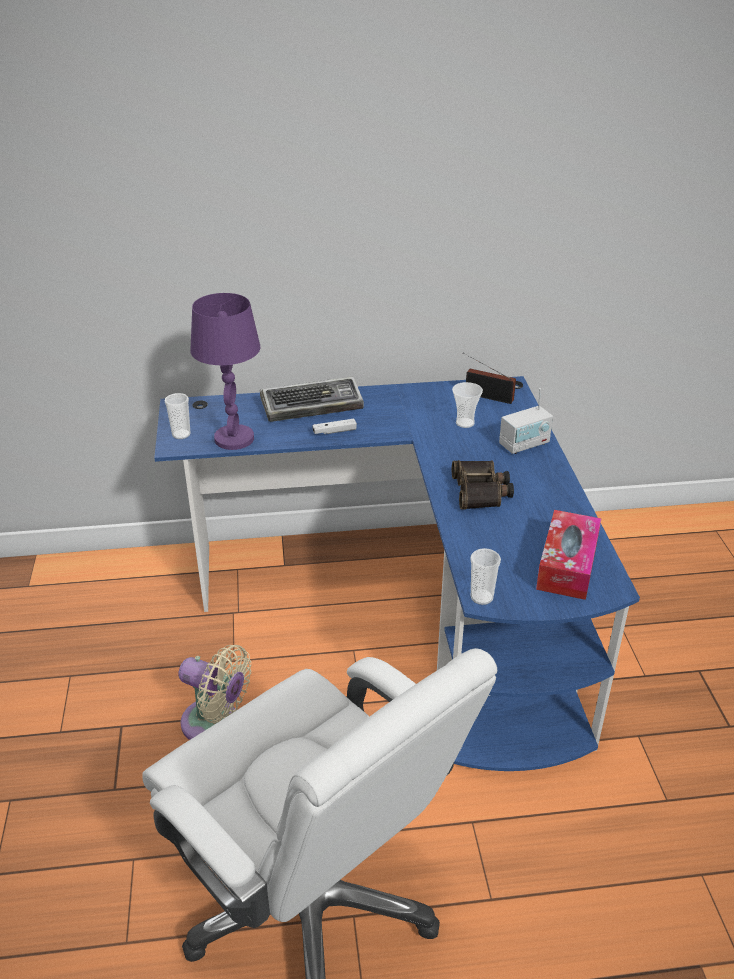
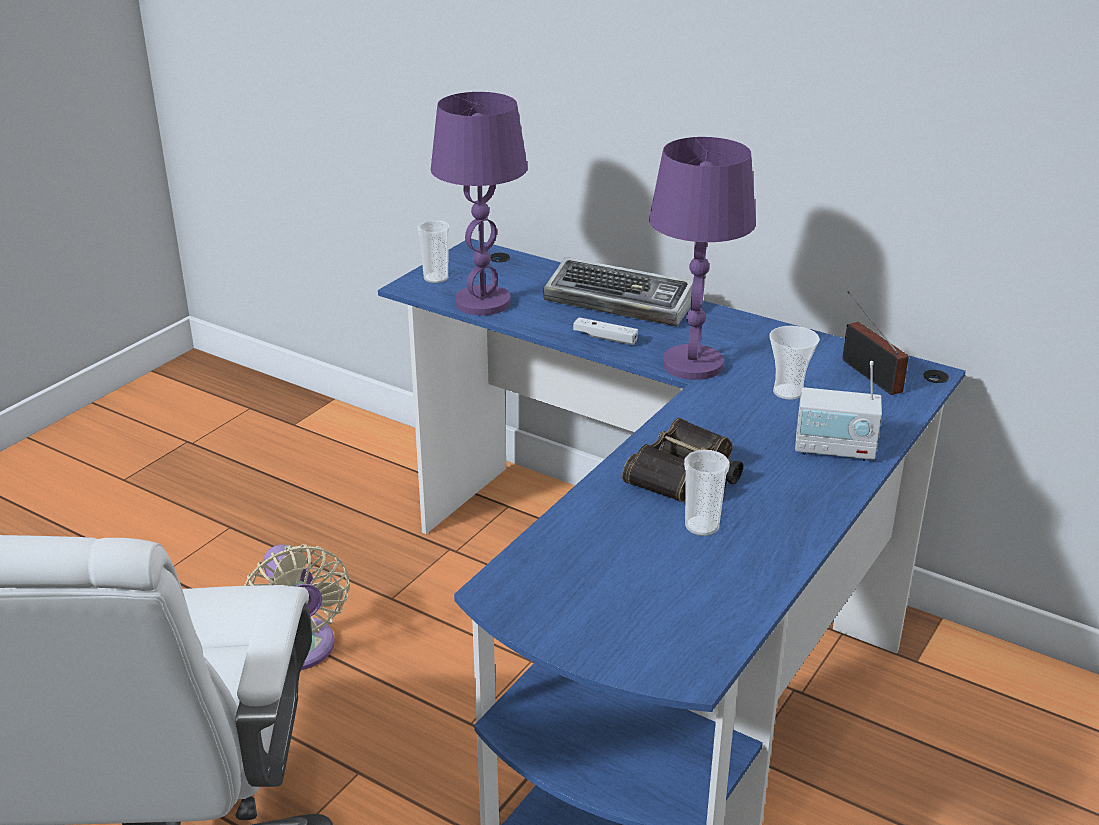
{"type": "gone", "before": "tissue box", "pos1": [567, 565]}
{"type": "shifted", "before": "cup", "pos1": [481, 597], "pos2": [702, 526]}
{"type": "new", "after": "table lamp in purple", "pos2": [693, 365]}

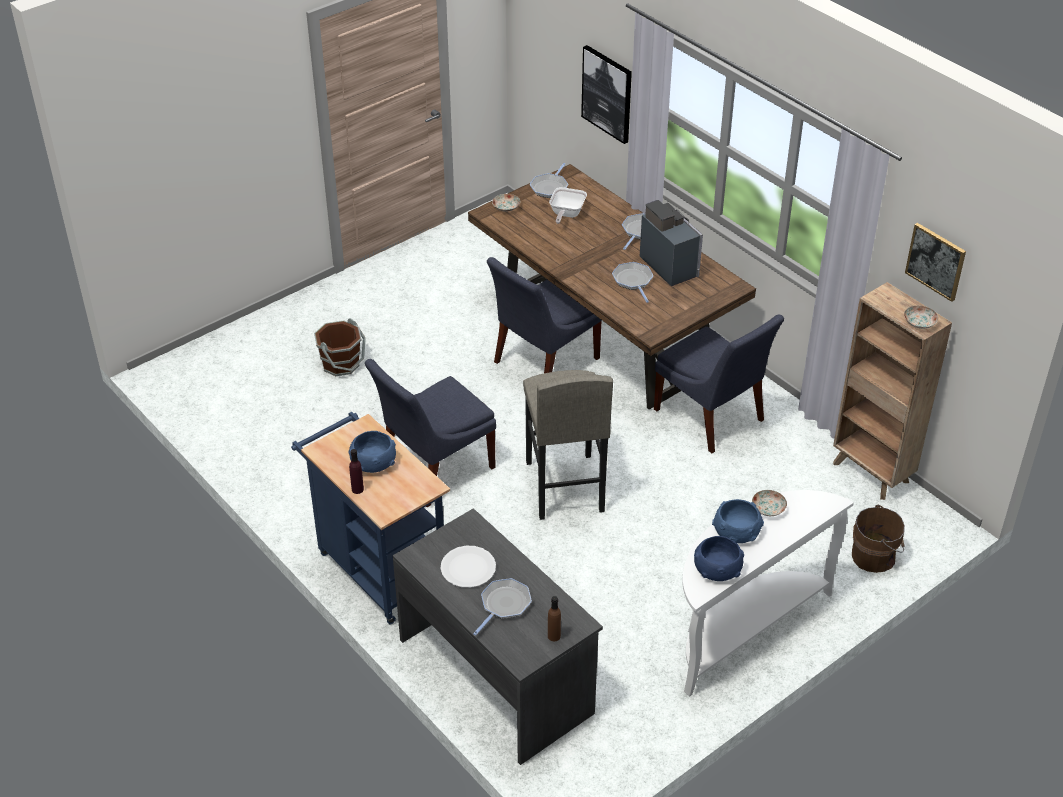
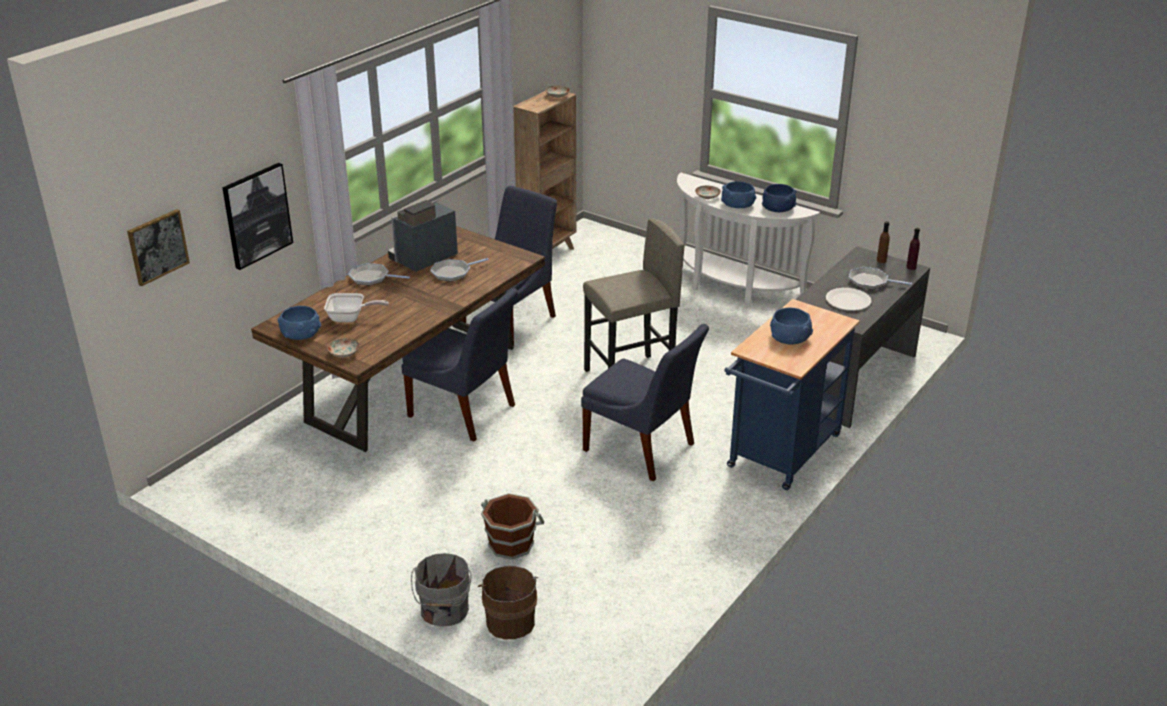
{"type": "swapped", "before": "frying pan", "after": "bowl in blue", "pos1": [550, 187], "pos2": [300, 333]}
{"type": "shifted", "before": "picture", "pos1": [936, 261], "pos2": [157, 246]}
{"type": "shifted", "before": "bottle in purple", "pos1": [357, 489], "pos2": [911, 267]}
{"type": "shifted", "before": "bucket in brown", "pos1": [875, 556], "pos2": [510, 620]}
{"type": "new", "after": "bucket in grey", "pos2": [444, 611]}

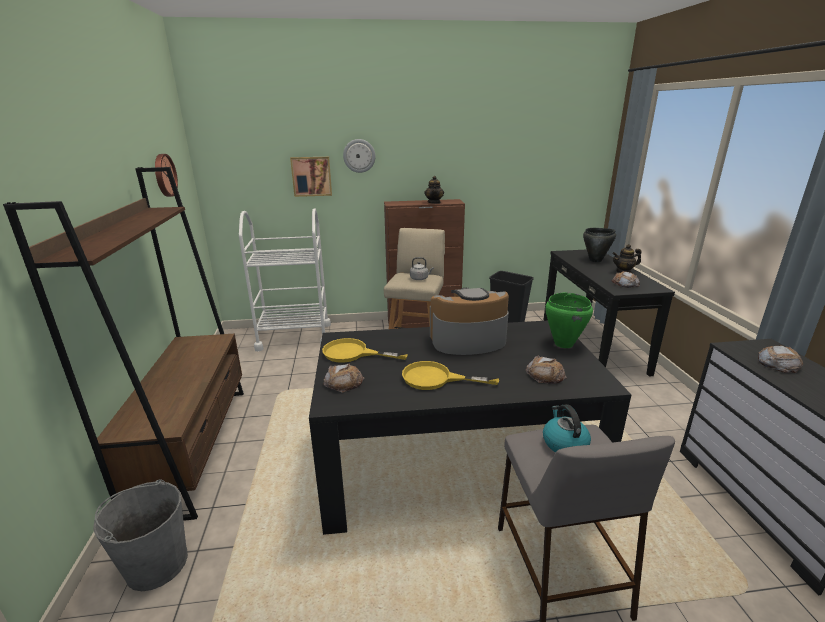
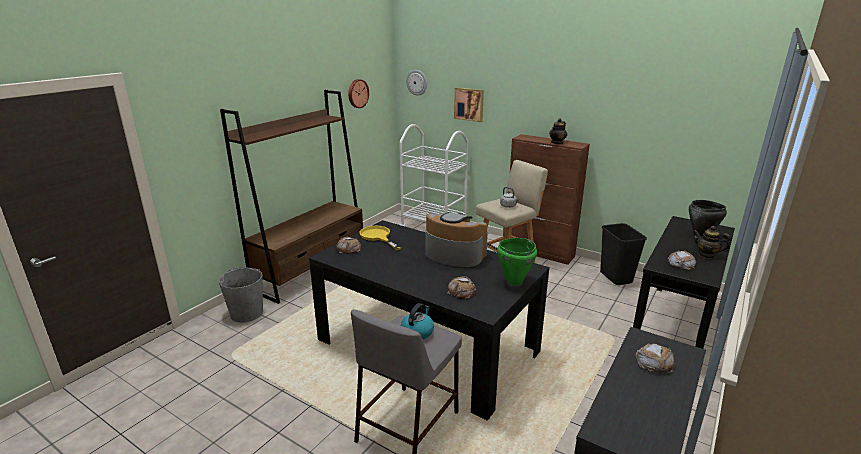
{"type": "shifted", "before": "wall clock", "pos1": [359, 156], "pos2": [417, 82]}
{"type": "gone", "before": "frying pan in yellow", "pos1": [436, 378]}

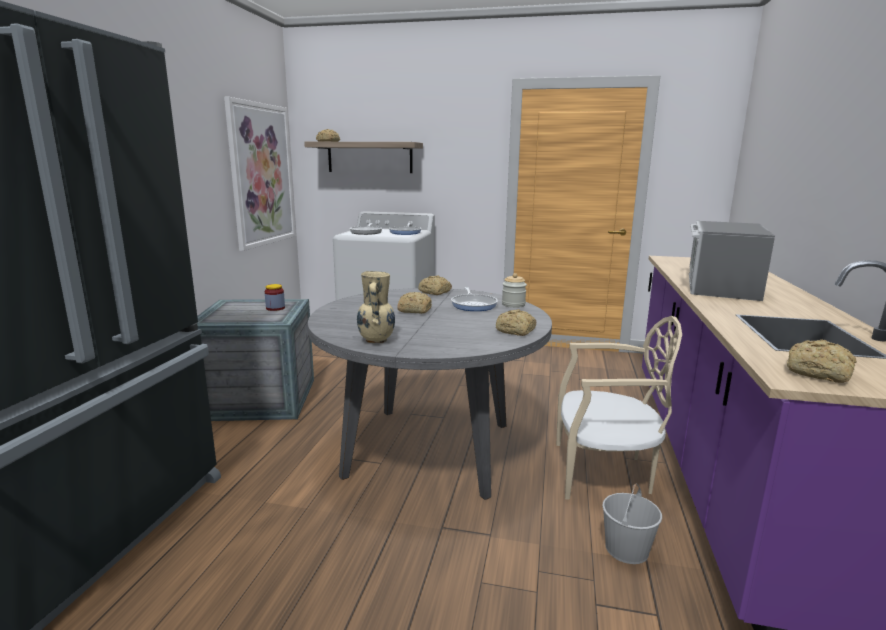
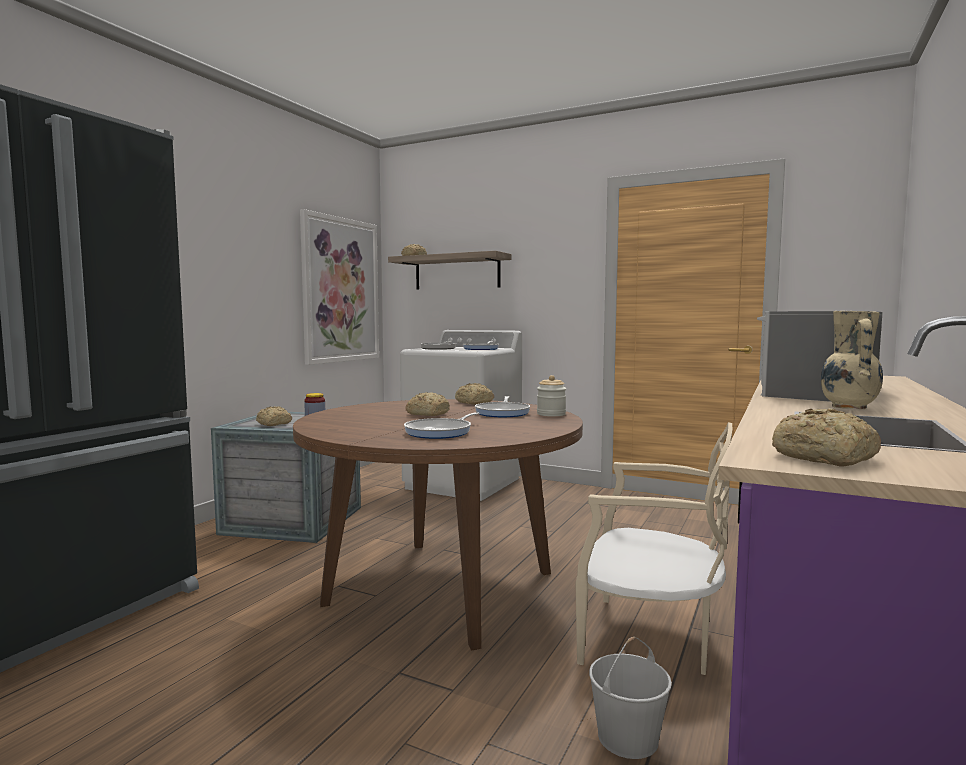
{"type": "shifted", "before": "vase in beige", "pos1": [376, 340], "pos2": [849, 407]}
{"type": "repainted", "before": "dining table in grey", "after": "dining table in brown", "pos1": [430, 449], "pos2": [441, 587]}
{"type": "shifted", "before": "bread", "pos1": [516, 331], "pos2": [273, 424]}
{"type": "new", "after": "frying pan", "pos2": [441, 432]}

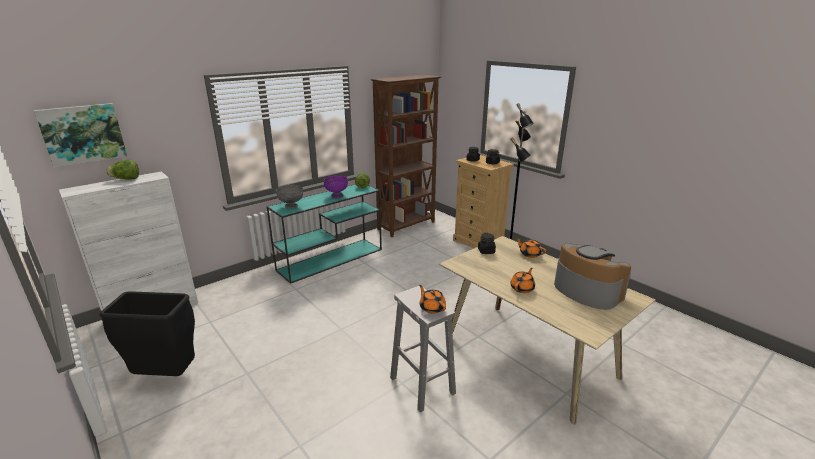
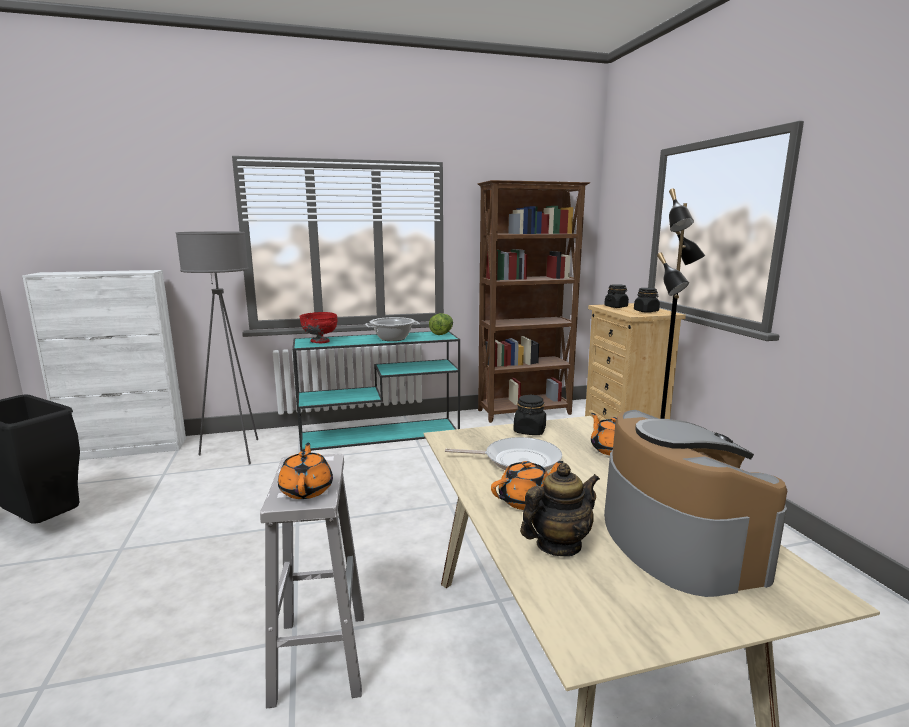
{"type": "gone", "before": "picture", "pos1": [83, 134]}
{"type": "gone", "before": "lettuce", "pos1": [126, 179]}
{"type": "swapped", "before": "bowl in purple", "after": "cooking pot", "pos1": [337, 196], "pos2": [393, 338]}
{"type": "repainted", "before": "bowl in grey", "after": "bowl in red", "pos1": [291, 206], "pos2": [320, 341]}
{"type": "new", "after": "floor lamp in grey", "pos2": [236, 453]}
{"type": "new", "after": "frying pan", "pos2": [517, 460]}
{"type": "new", "after": "teapot", "pos2": [558, 545]}

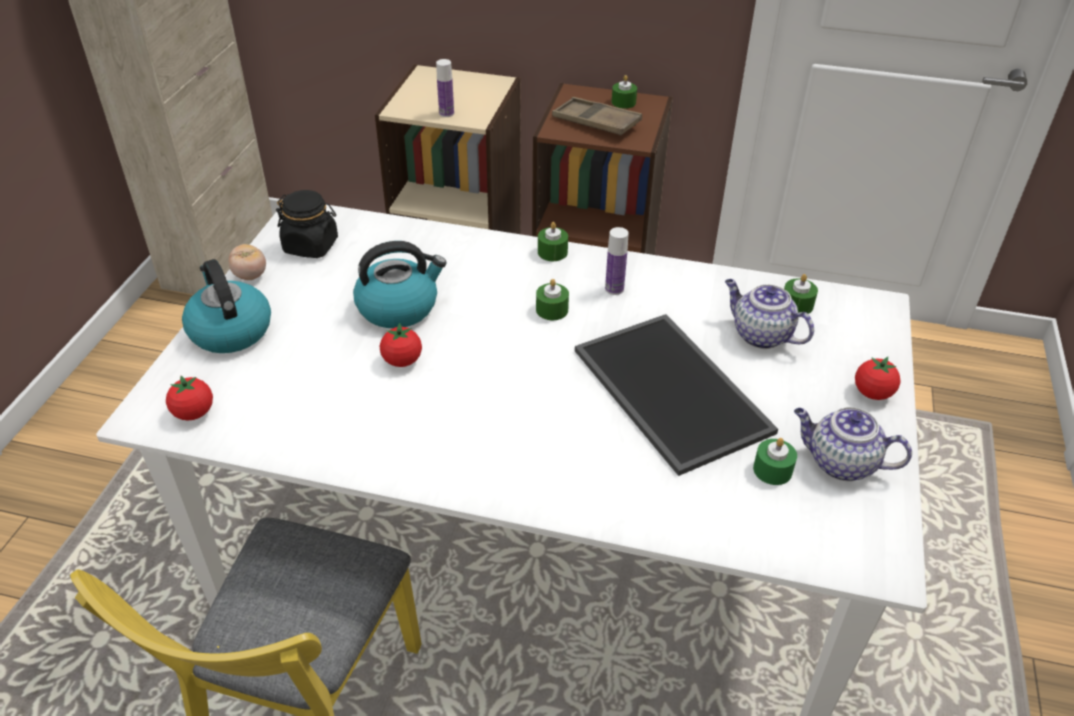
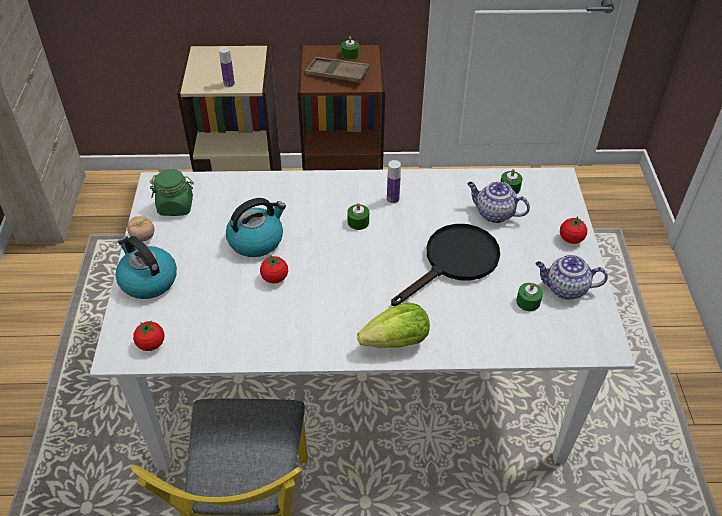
{"type": "repainted", "before": "jar in black", "after": "jar in green", "pos1": [311, 246], "pos2": [176, 206]}
{"type": "gone", "before": "candle in green", "pos1": [552, 252]}
{"type": "swapped", "before": "tray", "after": "frying pan in black", "pos1": [675, 391], "pos2": [454, 262]}
{"type": "new", "after": "lettuce", "pos2": [397, 341]}

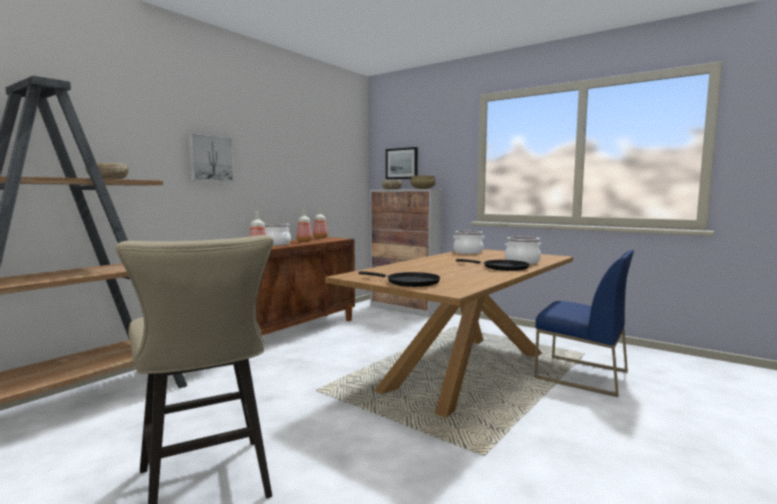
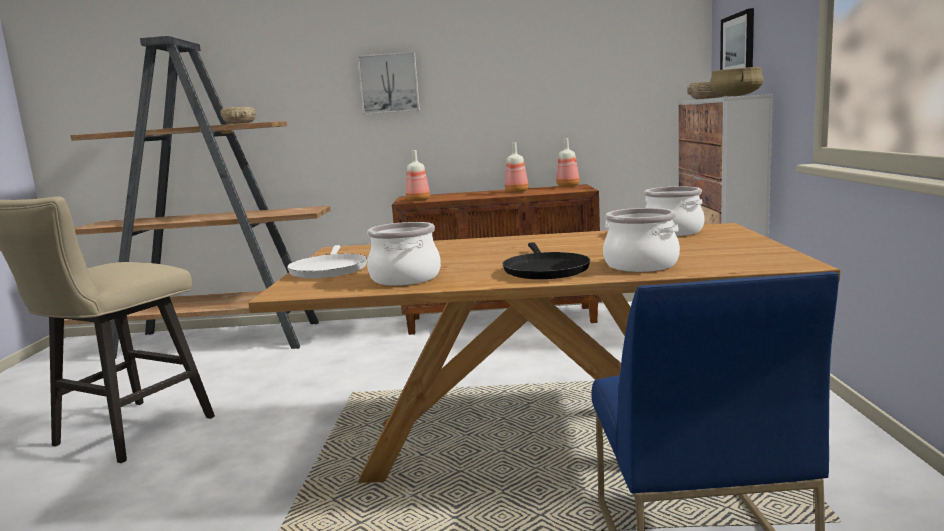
{"type": "shifted", "before": "cooking pot", "pos1": [276, 244], "pos2": [406, 278]}
{"type": "repainted", "before": "frying pan in black", "after": "frying pan in white", "pos1": [409, 282], "pos2": [329, 270]}

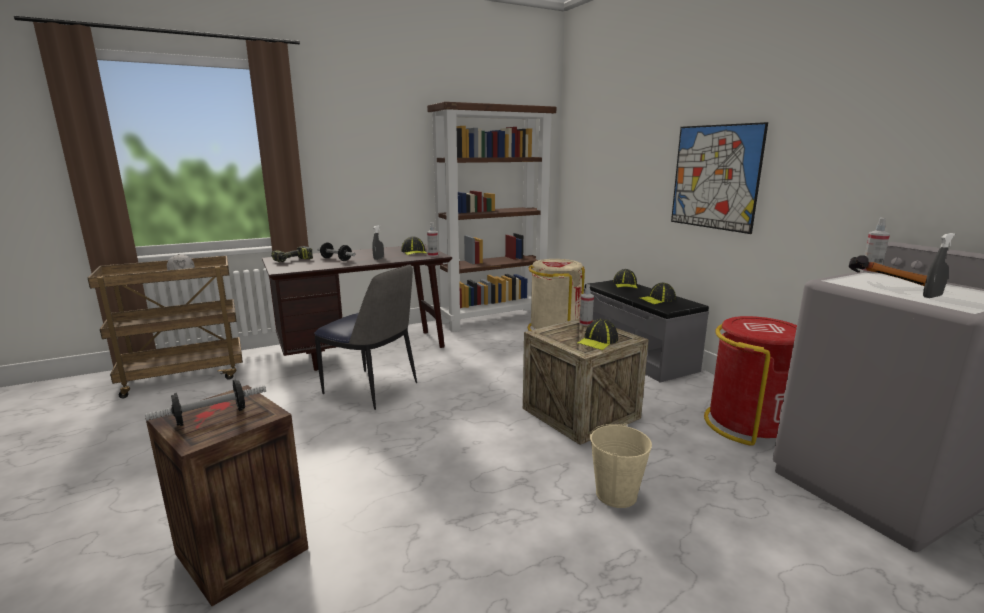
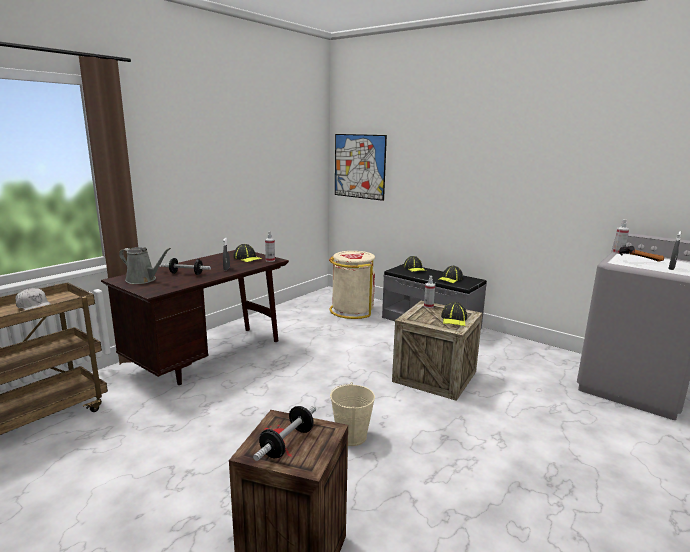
{"type": "gone", "before": "bookcase in brown", "pos1": [493, 318]}
{"type": "shifted", "before": "picture", "pos1": [715, 177], "pos2": [359, 166]}
{"type": "swapped", "before": "power drill", "after": "watering can in grey", "pos1": [292, 261], "pos2": [143, 280]}
{"type": "gone", "before": "chair", "pos1": [372, 389]}
{"type": "gone", "before": "trash can in red", "pos1": [747, 424]}
{"type": "shifted", "before": "bucket in beige", "pos1": [616, 494], "pos2": [351, 436]}

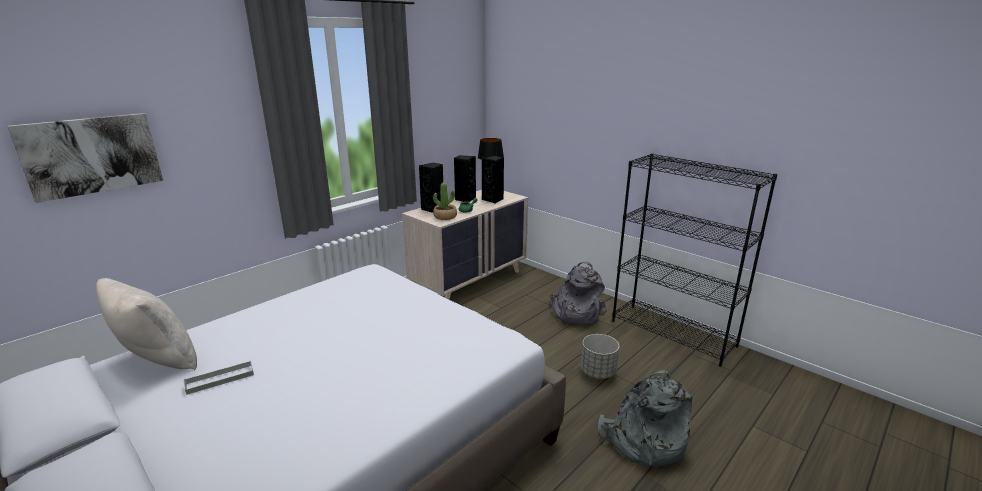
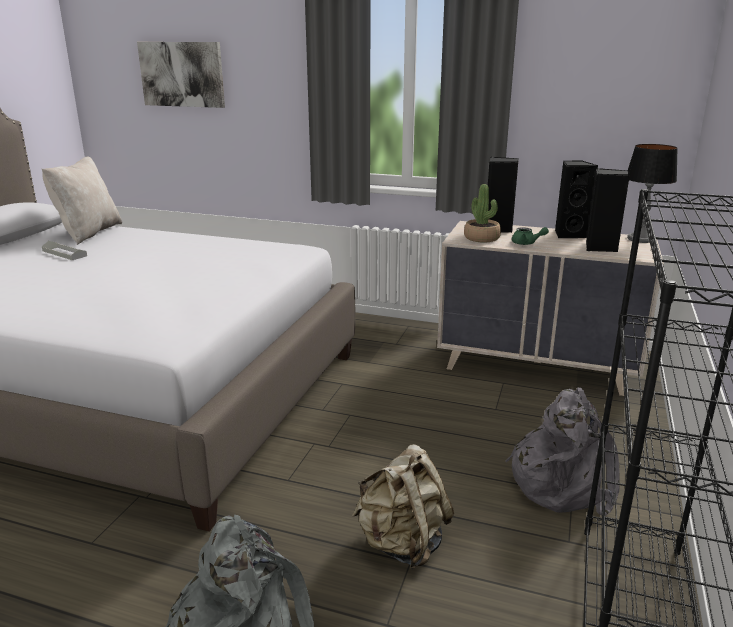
{"type": "swapped", "before": "planter in grey", "after": "backpack in beige", "pos1": [598, 372], "pos2": [402, 543]}

